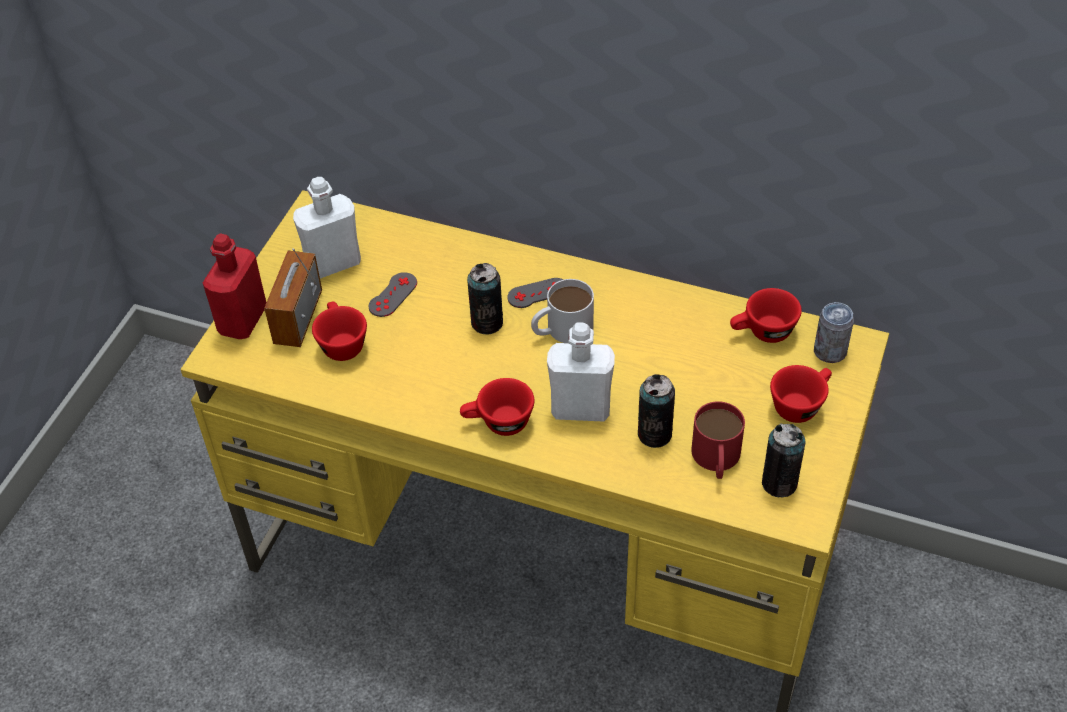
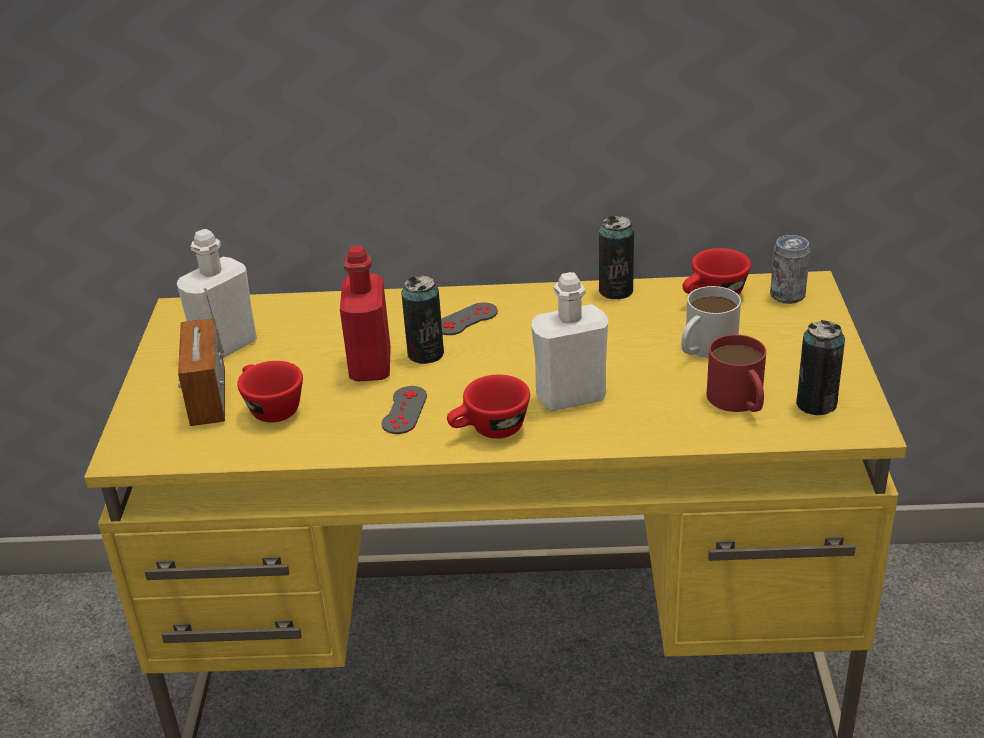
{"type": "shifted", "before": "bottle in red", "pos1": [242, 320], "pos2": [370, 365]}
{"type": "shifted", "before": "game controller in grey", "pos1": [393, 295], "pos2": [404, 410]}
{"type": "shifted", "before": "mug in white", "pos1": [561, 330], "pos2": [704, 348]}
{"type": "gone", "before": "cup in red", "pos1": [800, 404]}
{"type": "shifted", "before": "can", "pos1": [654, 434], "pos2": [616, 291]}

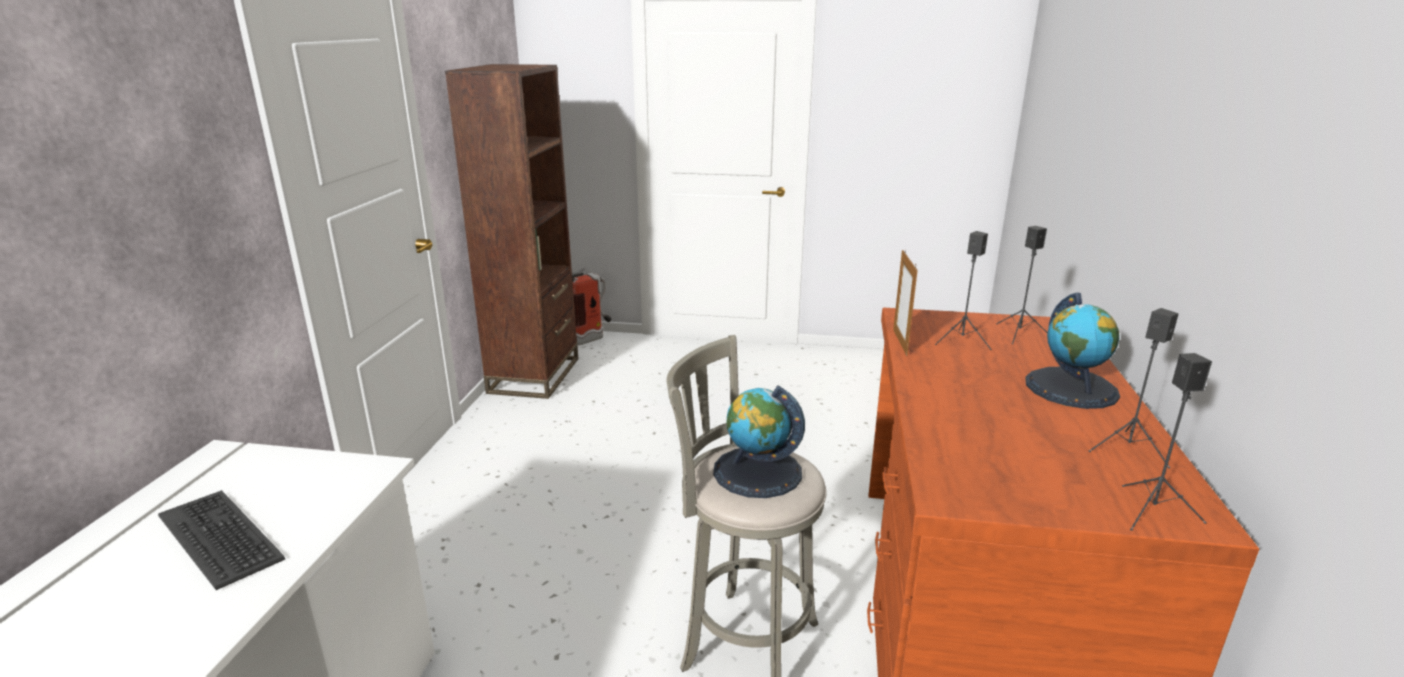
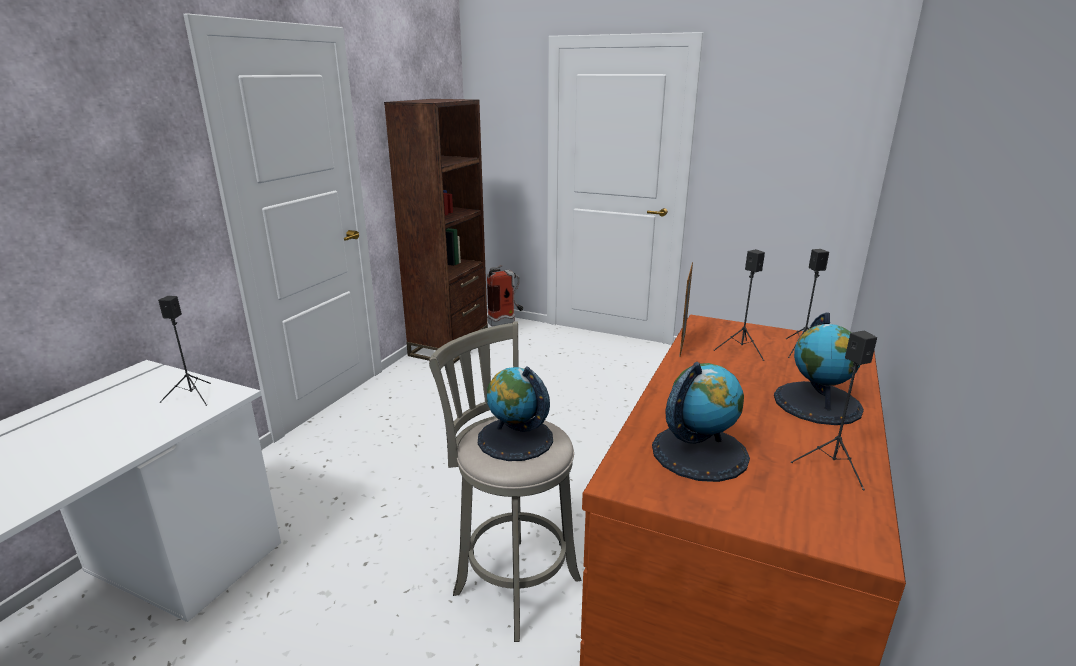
{"type": "shifted", "before": "speaker in black", "pos1": [1153, 512], "pos2": [193, 396]}
{"type": "gone", "before": "keyboard", "pos1": [221, 537]}
{"type": "new", "after": "globe", "pos2": [699, 452]}

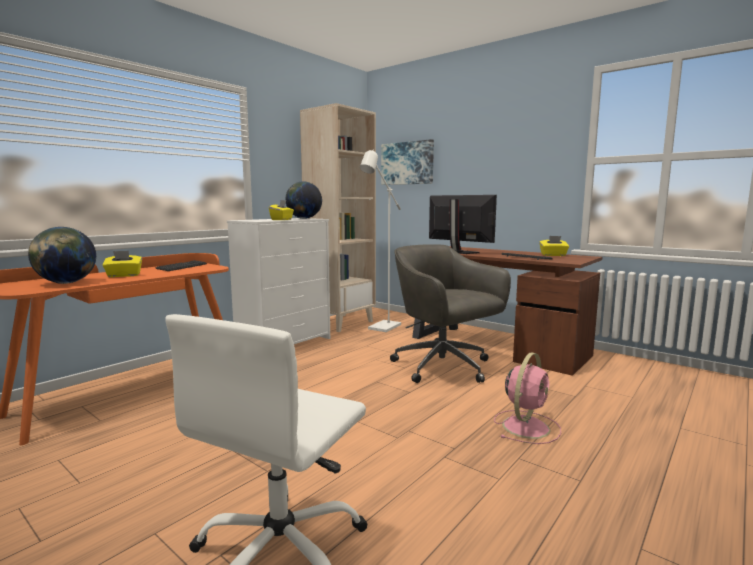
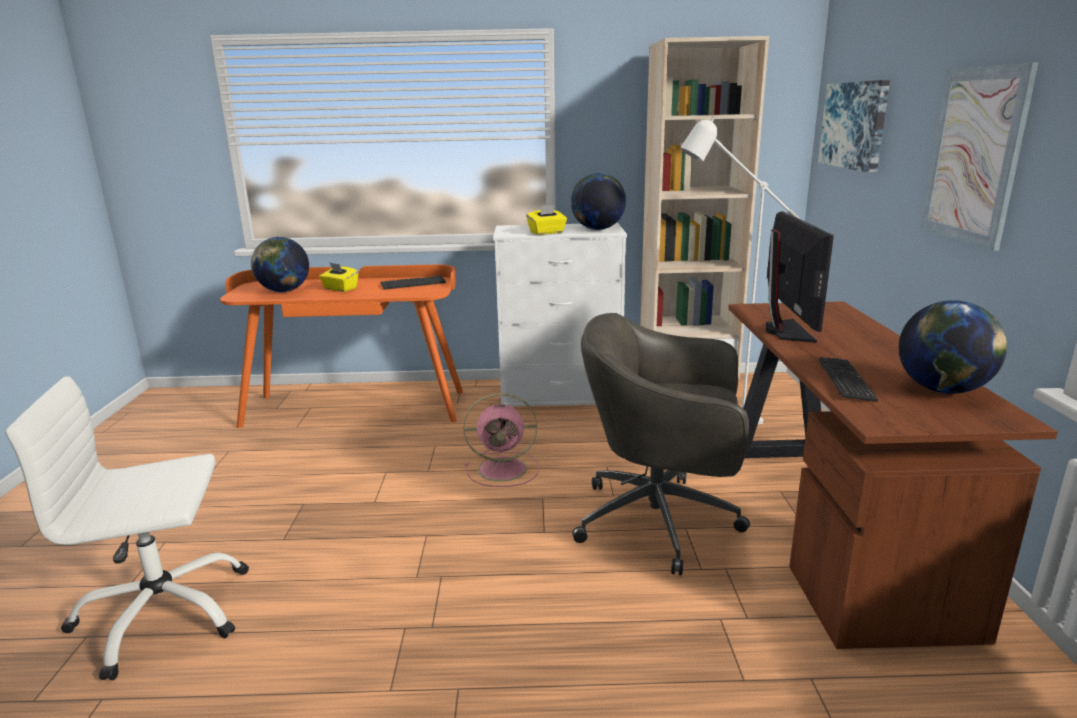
{"type": "swapped", "before": "tissue box in yellow", "after": "globe", "pos1": [553, 255], "pos2": [942, 390]}
{"type": "rotated", "before": "office chair in grey", "pos1": [444, 367], "pos2": [661, 521], "turn": -90}
{"type": "shifted", "before": "fan in pink", "pos1": [526, 426], "pos2": [504, 469]}
{"type": "new", "after": "picture", "pos2": [974, 155]}

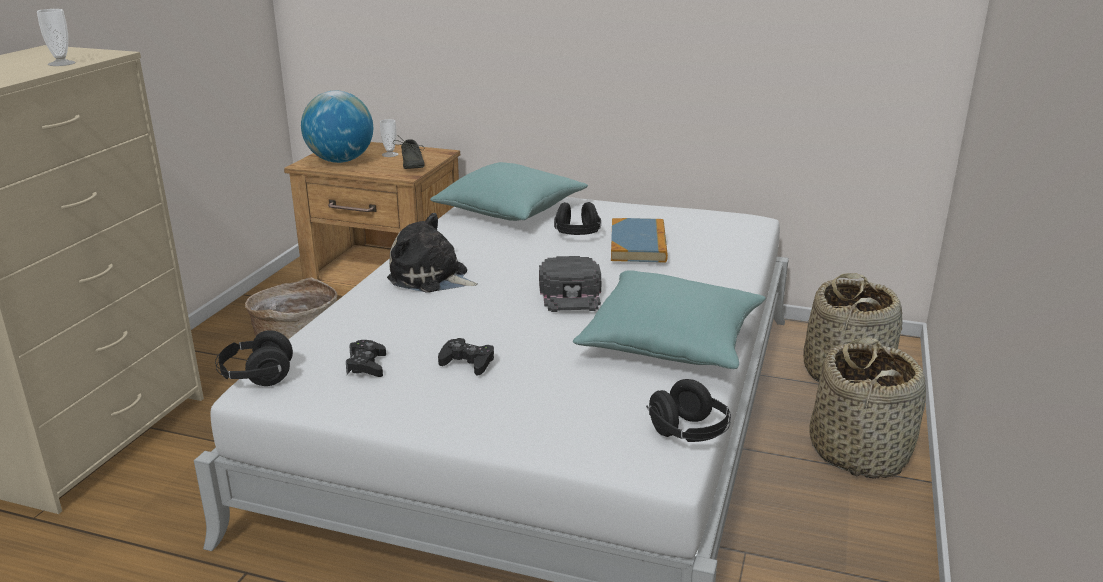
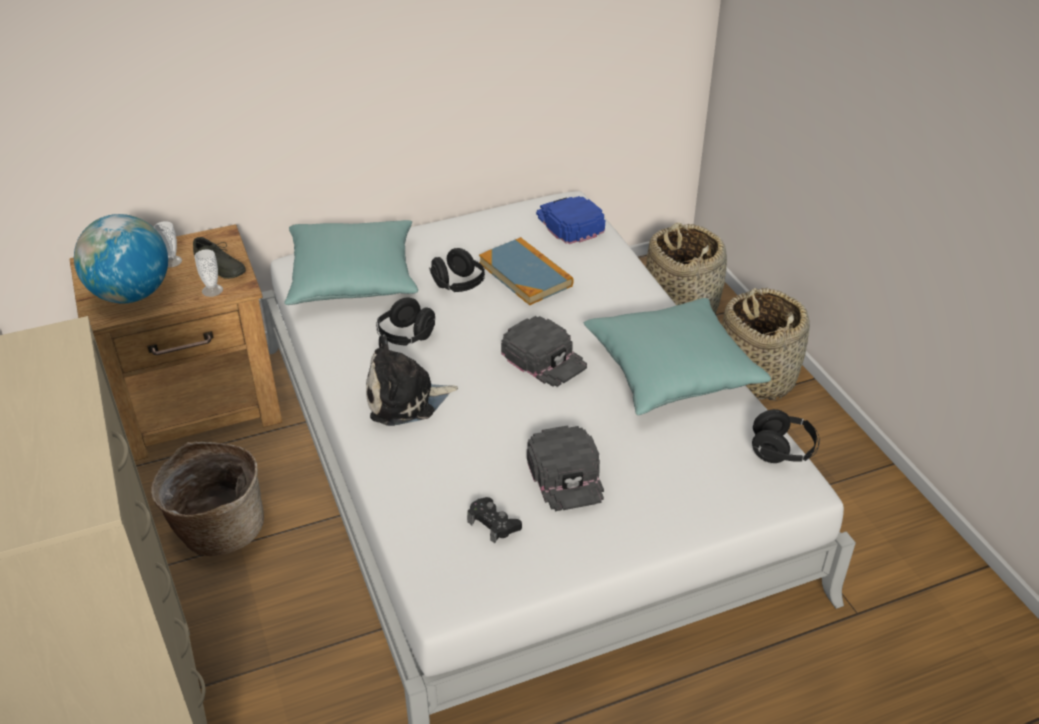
{"type": "shifted", "before": "cup", "pos1": [61, 63], "pos2": [212, 290]}
{"type": "shifted", "before": "headphones in black", "pos1": [256, 377], "pos2": [406, 337]}
{"type": "swapped", "before": "game controller in black", "after": "cap in black", "pos1": [467, 362], "pos2": [566, 475]}
{"type": "new", "after": "cap in blue", "pos2": [568, 223]}

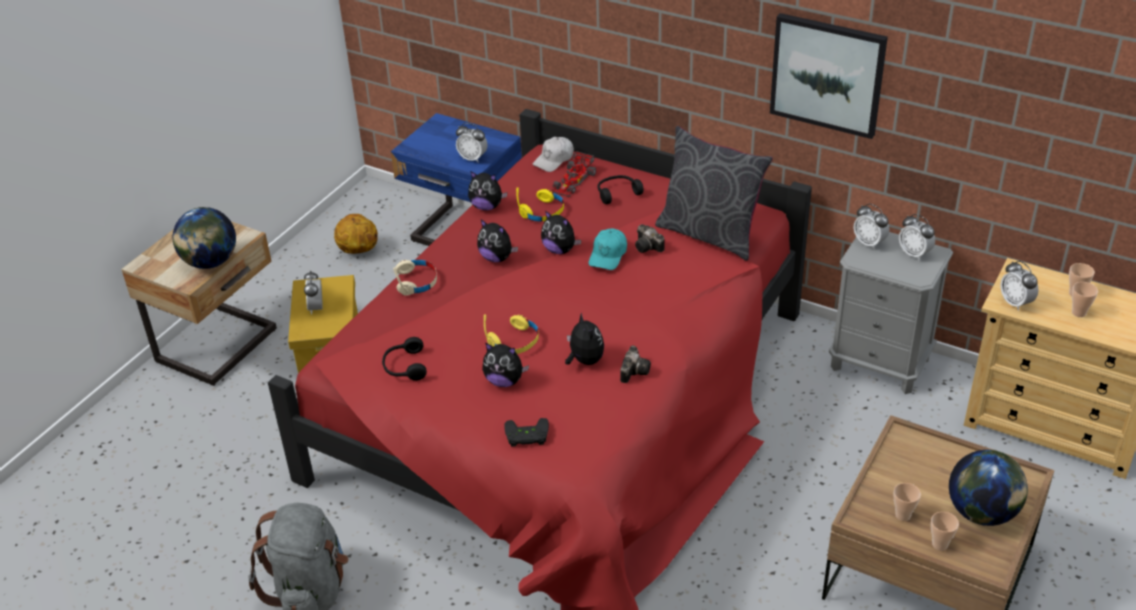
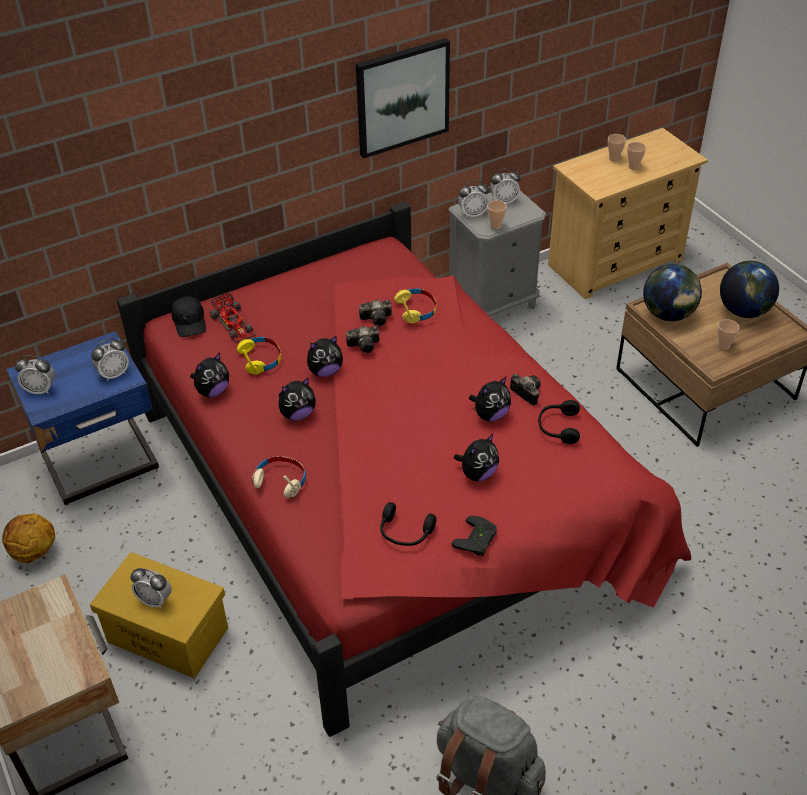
{"type": "gone", "before": "pillow in grey", "pos1": [710, 234]}
{"type": "repainted", "before": "cap in white", "after": "cap in black", "pos1": [554, 160], "pos2": [189, 322]}
{"type": "shifted", "before": "headphones in black", "pos1": [617, 193], "pos2": [558, 427]}
{"type": "shifted", "before": "globe", "pos1": [210, 262], "pos2": [668, 315]}
{"type": "swapped", "before": "cap in turquoise", "after": "photo camera", "pos1": [608, 255], "pos2": [365, 345]}
{"type": "shifted", "before": "alarm clock", "pos1": [1015, 303], "pos2": [40, 390]}
{"type": "rotated", "before": "plush toy", "pos1": [584, 360], "pos2": [490, 415], "turn": 135}
{"type": "shifted", "before": "headphones in yellow", "pos1": [515, 342], "pos2": [416, 310]}
{"type": "shifted", "before": "game controller in black", "pos1": [526, 437], "pos2": [477, 540]}
{"type": "shifted", "before": "cup", "pos1": [940, 544], "pos2": [495, 226]}

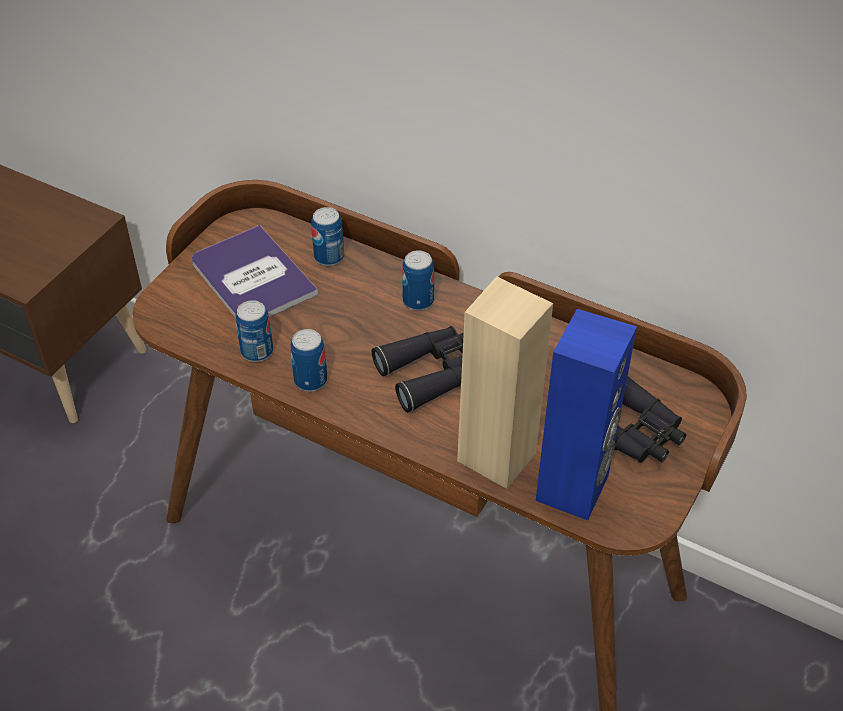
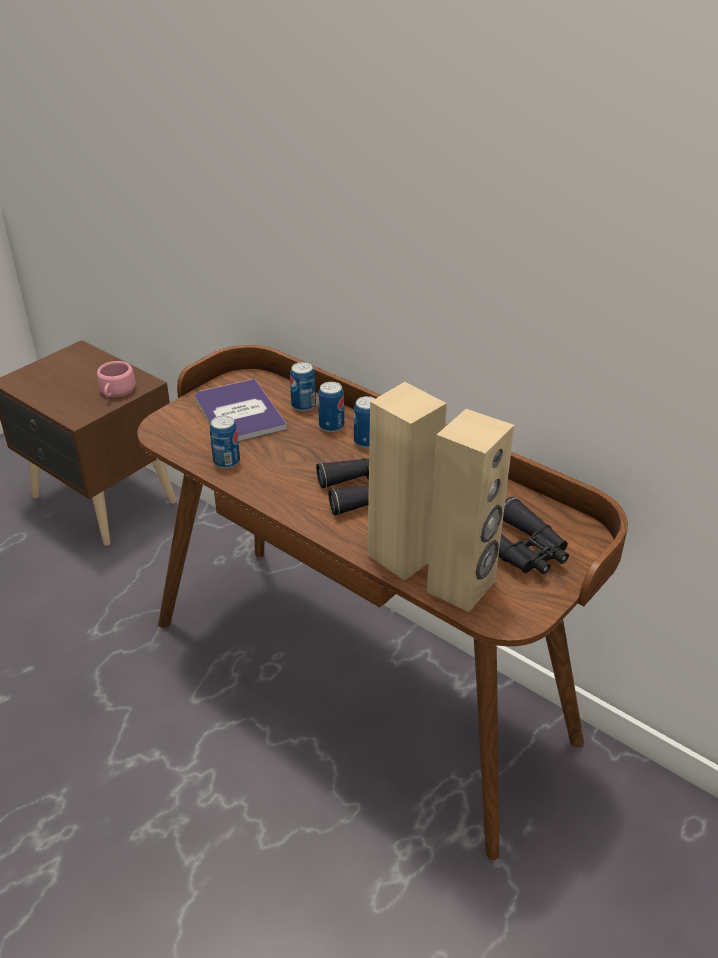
{"type": "repainted", "before": "speaker in blue", "after": "speaker in beige", "pos1": [573, 488], "pos2": [462, 587]}
{"type": "shifted", "before": "can", "pos1": [310, 380], "pos2": [331, 426]}
{"type": "new", "after": "cup in pink", "pos2": [116, 392]}

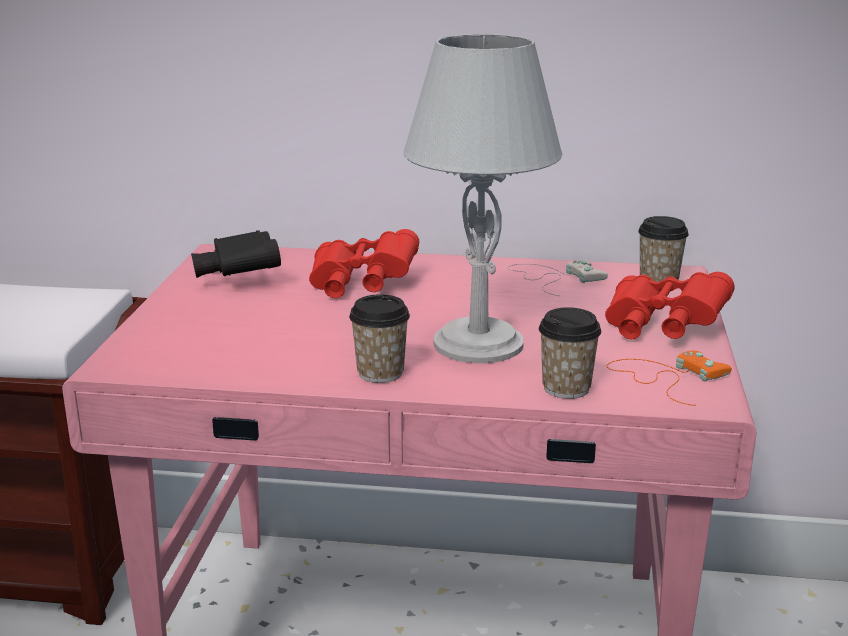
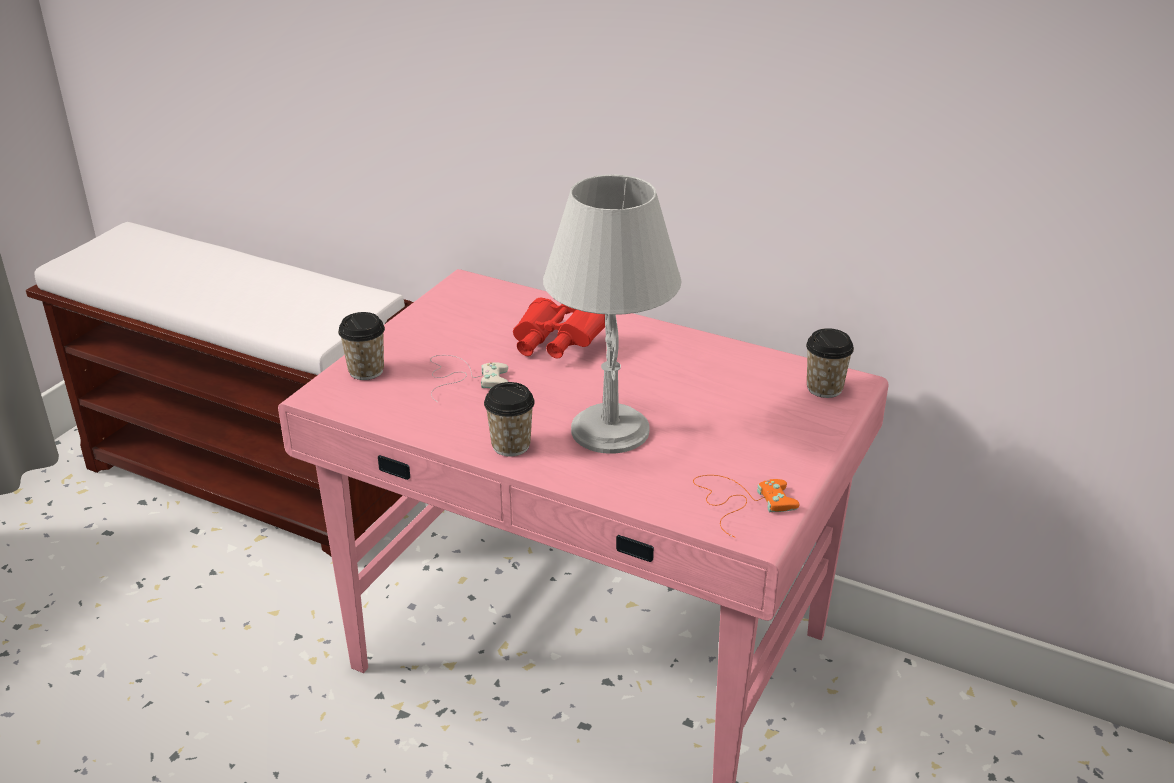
{"type": "gone", "before": "binoculars in black", "pos1": [238, 276]}
{"type": "shifted", "before": "game controller in white", "pos1": [553, 278], "pos2": [463, 377]}
{"type": "gone", "before": "binoculars in red", "pos1": [661, 328]}
{"type": "shifted", "before": "cup", "pos1": [566, 388], "pos2": [366, 371]}

